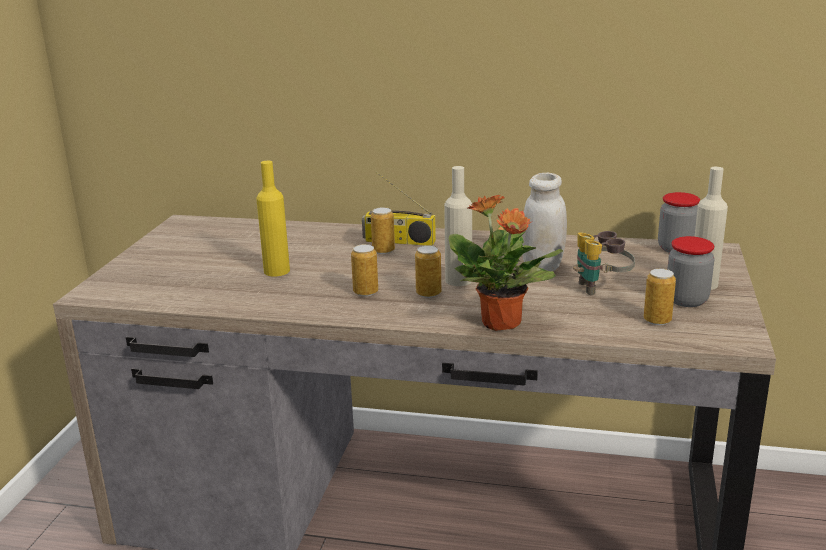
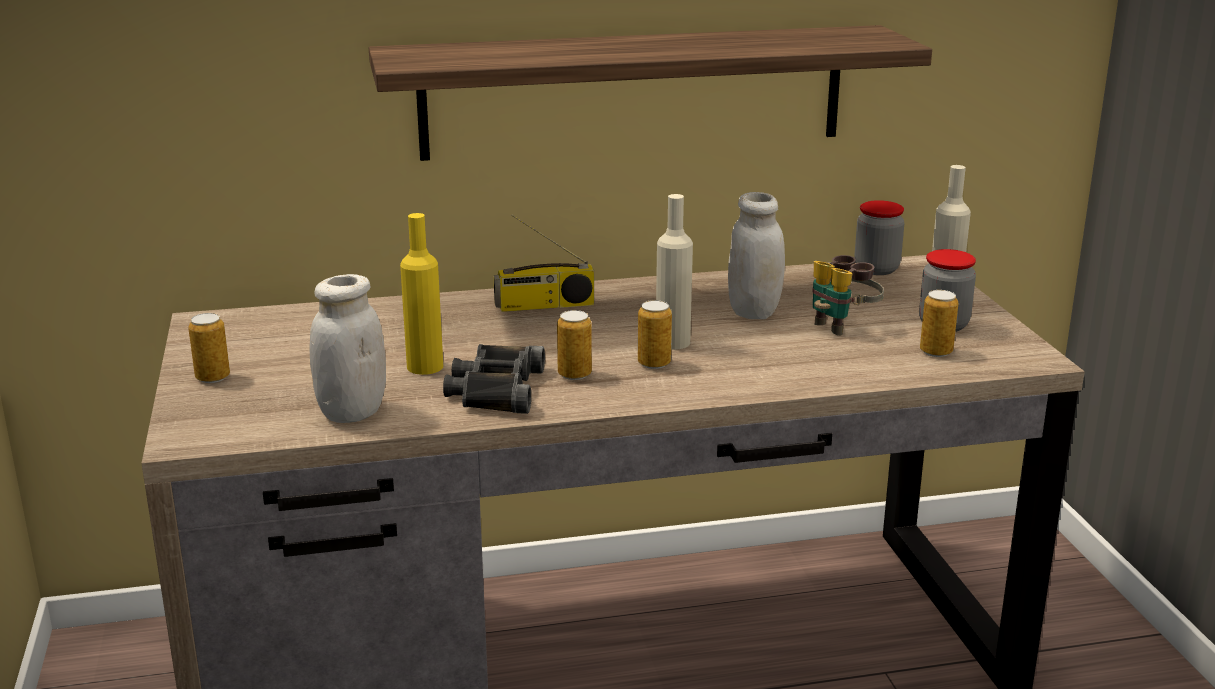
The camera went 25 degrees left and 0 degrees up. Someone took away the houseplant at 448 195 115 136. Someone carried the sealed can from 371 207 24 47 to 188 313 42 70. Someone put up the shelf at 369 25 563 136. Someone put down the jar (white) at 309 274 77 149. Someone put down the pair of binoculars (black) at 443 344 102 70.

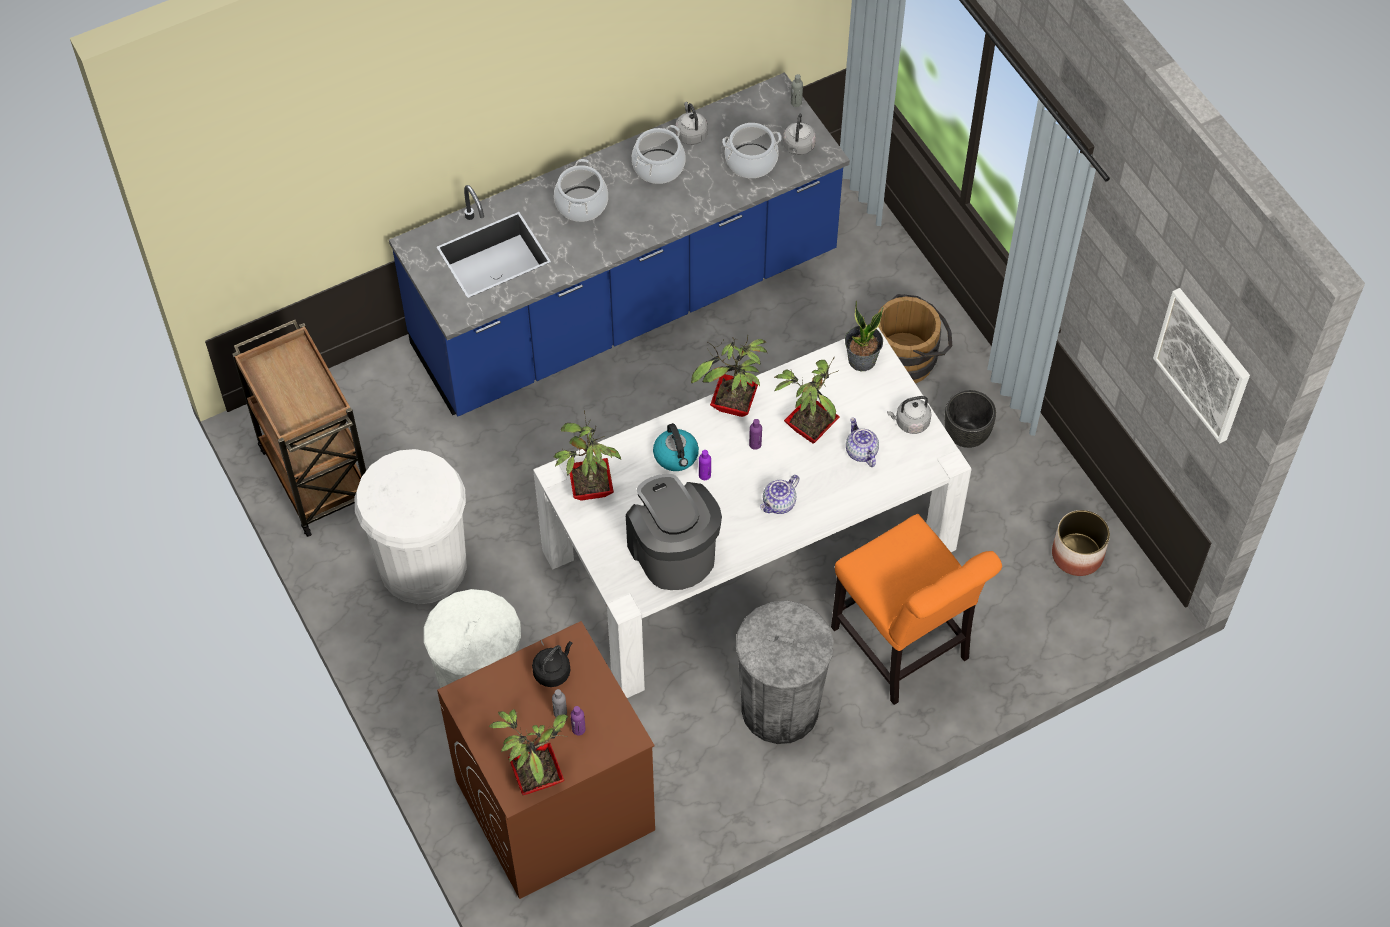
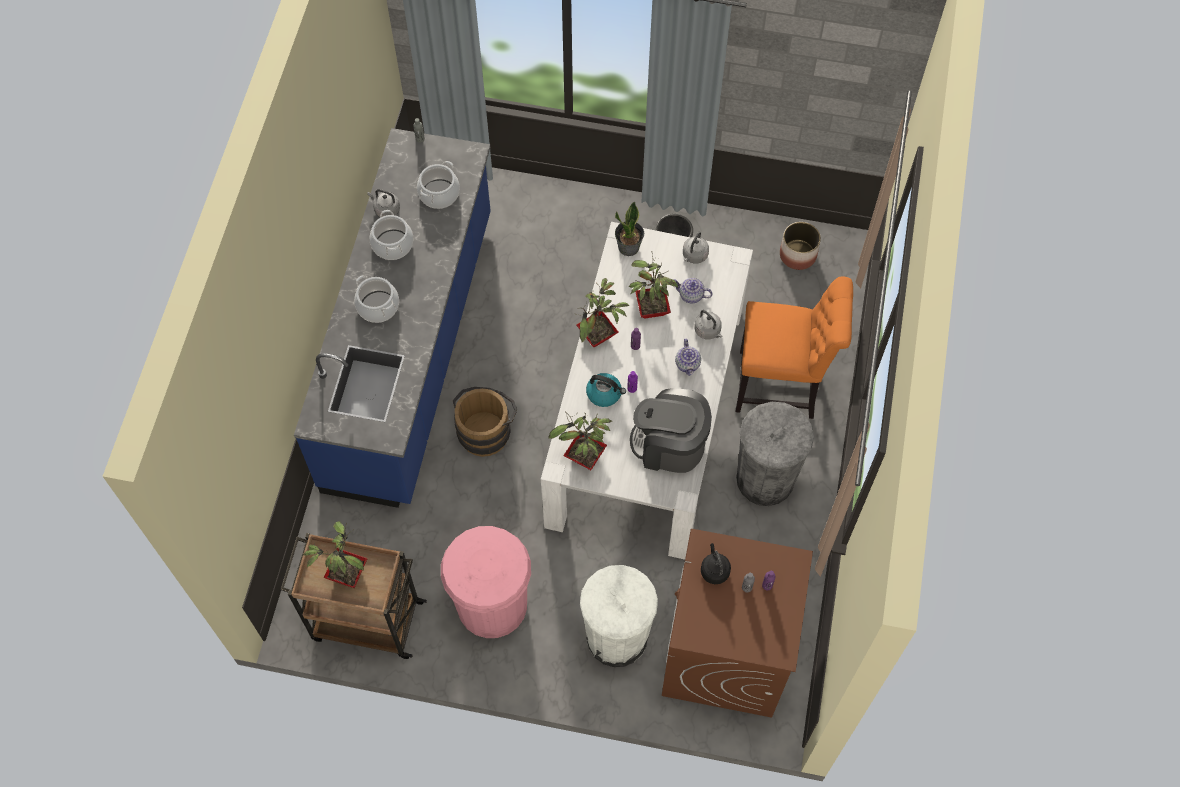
The camera went 50 degrees left and 5 degrees up. Someone carried the water kettle (greyish) from 783 114 33 41 to 694 310 28 30. Someone took away the wall art at 1153 288 97 156. Someone carried the bucket (brownish) from 878 294 74 90 to 453 387 64 70. Someone repainted the rubbish bin (white) at 354 449 113 155, which became the rubbish bin (pink) at 441 526 90 112. Someone carried the houseplant from 489 709 80 86 to 303 521 65 67.

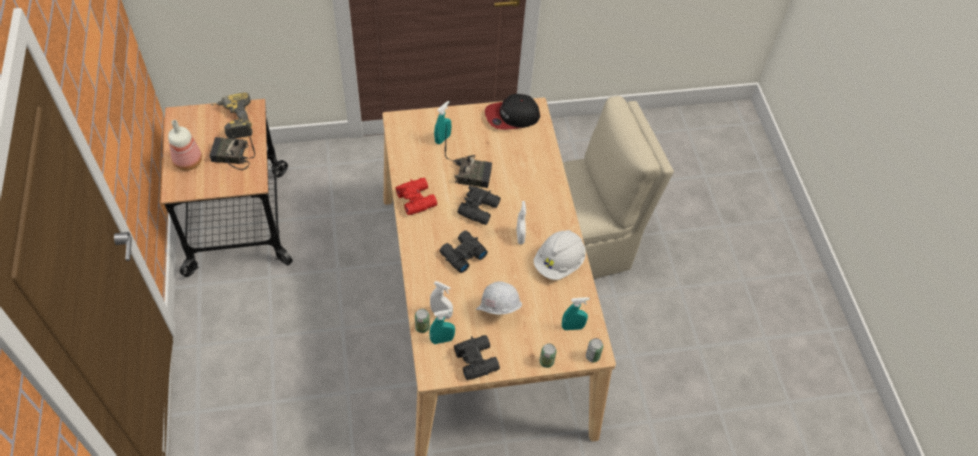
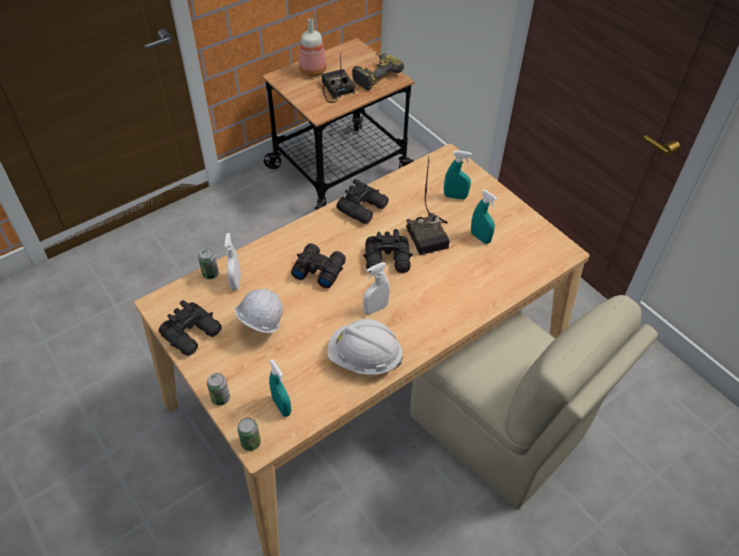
The camera went 65 degrees right and 5 degrees down. Someone took away the cap at 485 94 55 36. Someone repainted the pair of binoculars (reddish) at 396 178 41 37, which became the pair of binoculars (black) at 337 179 52 45. Someone carried the hand sprayer (turquoise) from 429 309 26 35 to 471 190 27 54.

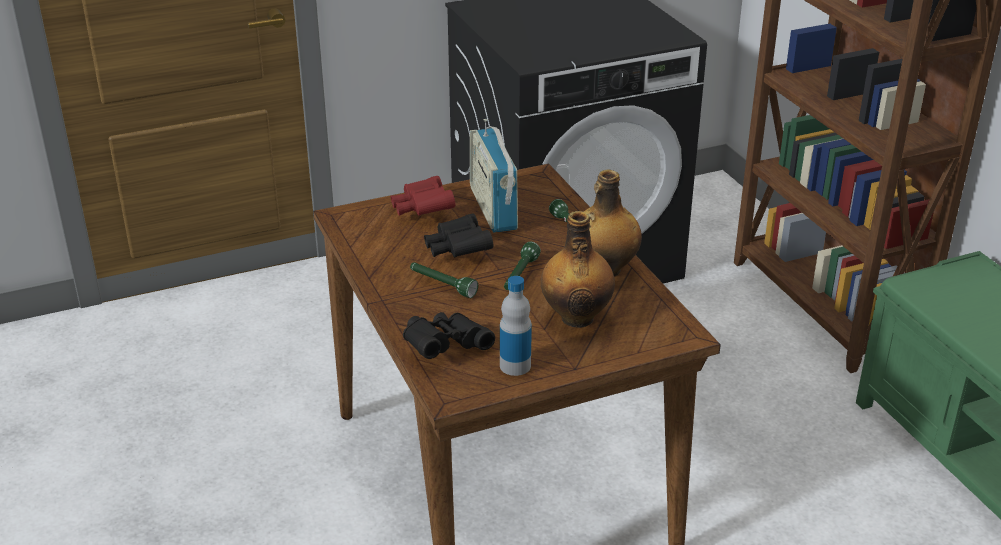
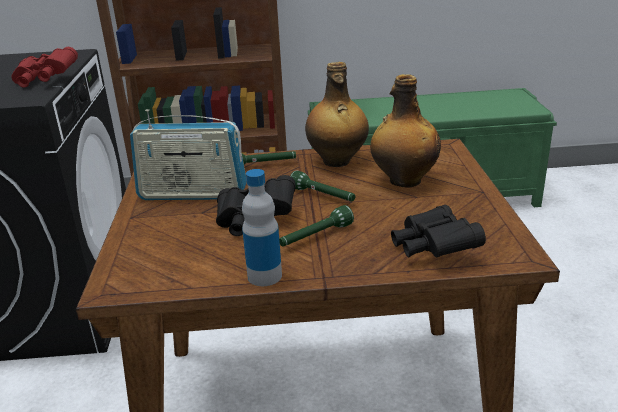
The camera went 70 degrees left and 5 degrees down. Someone carried the pair of binoculars (reddish) from 391 176 64 40 to 11 47 67 41. Someone carried the bottle from 500 276 32 100 to 242 169 40 117.

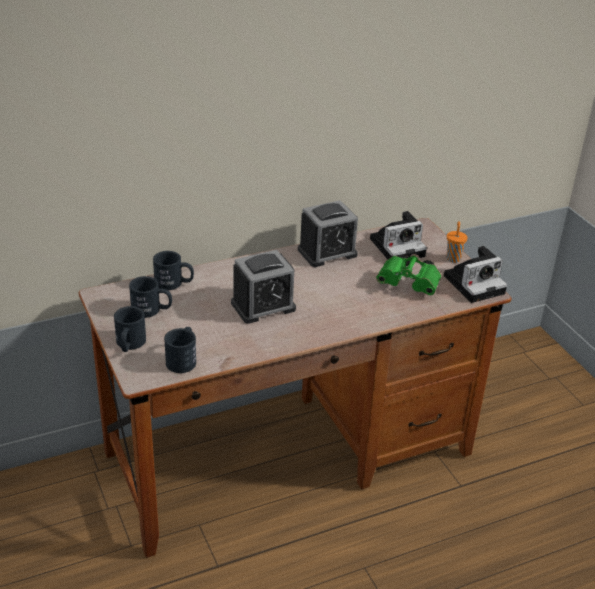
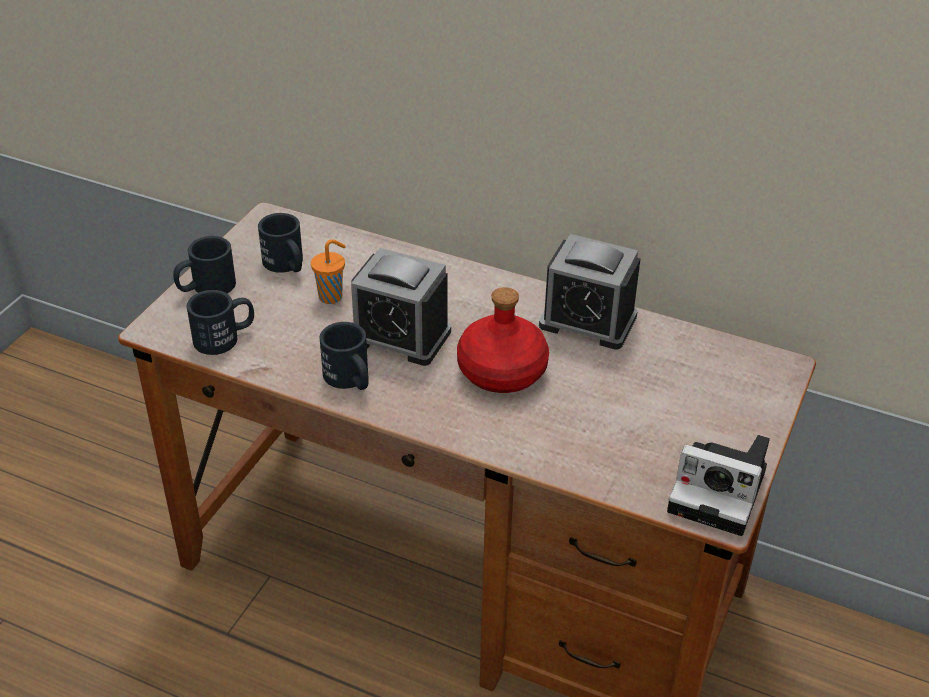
The camera went 50 degrees right and 5 degrees up. Someone took away the still camera at 370 211 57 48. Someone carried the cup (orange-coloured) from 447 221 21 42 to 311 239 35 65. Someone carried the mug (black) from 153 251 41 39 to 319 322 50 68. Someone took away the pair of binoculars (green) at 376 254 65 41. Someone put down the bottle (reddish) at 457 287 92 106.

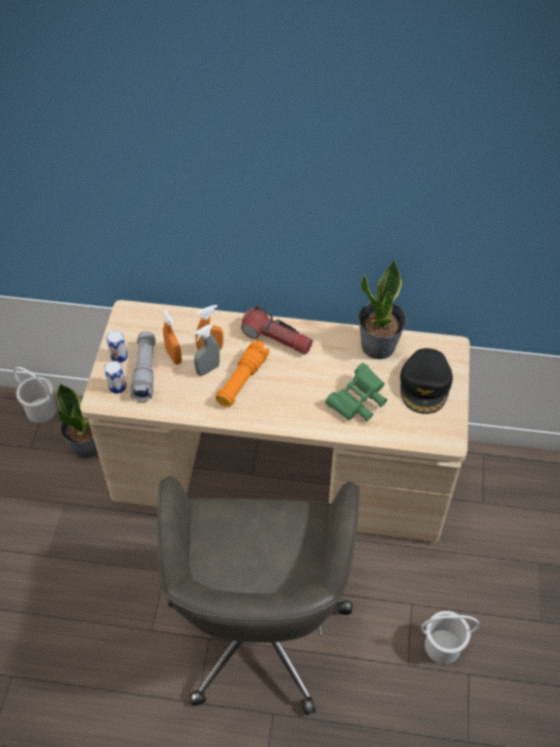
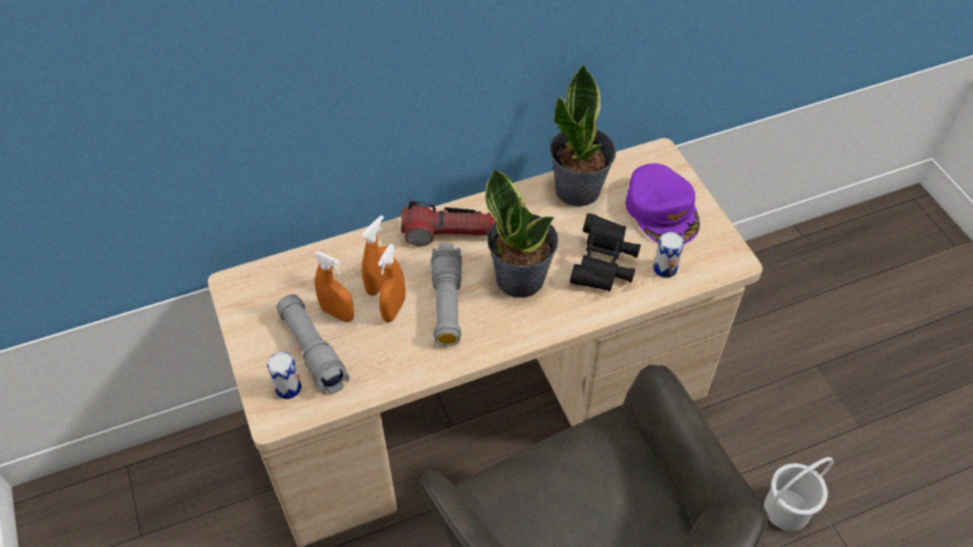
The camera went 30 degrees left and 0 degrees up. Someone repainted the hand sprayer (greyish) at 194 324 26 52, which became the hand sprayer (orange-coloured) at 378 244 28 78. Someone carried the sealed can from 106 330 22 33 to 653 232 31 46. Someone repainted the hand torch (orange-coloured) at 216 341 53 66, which became the hand torch (greyish) at 431 243 31 103. Someone repainted the cap (black) at 400 348 53 66, which became the cap (purplish) at 626 163 74 81. Someone repainted the pair of binoculars (green) at 325 363 62 59, which became the pair of binoculars (black) at 570 213 71 79. Someone took away the bucket (white) at 13 367 44 56. Someone carried the houseplant from 56 383 42 75 to 485 169 73 129.

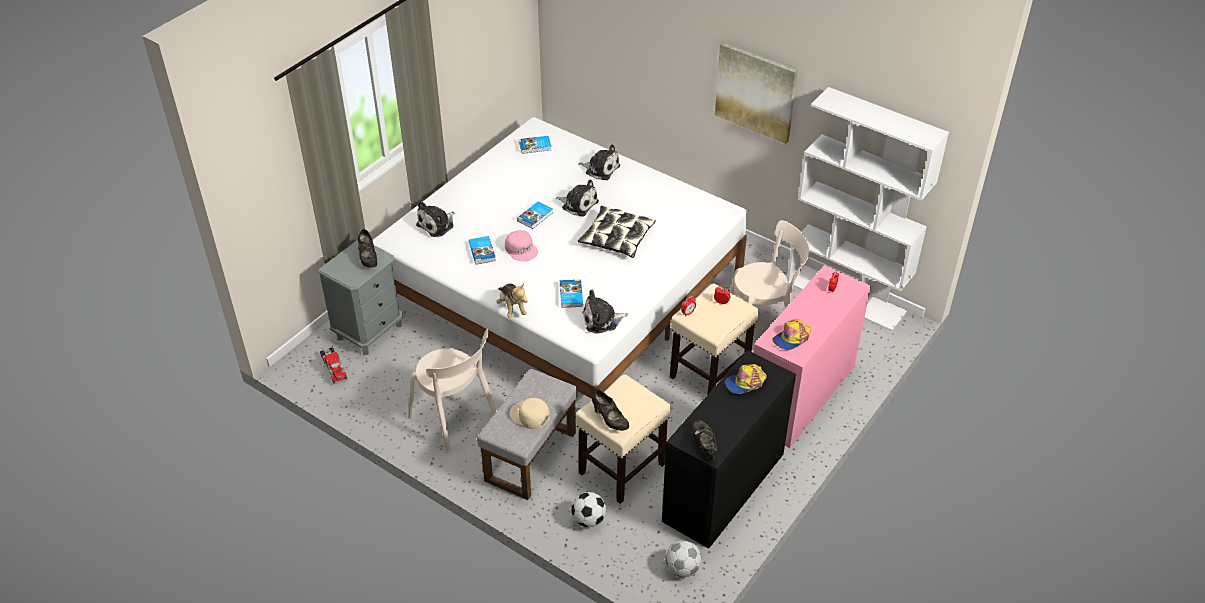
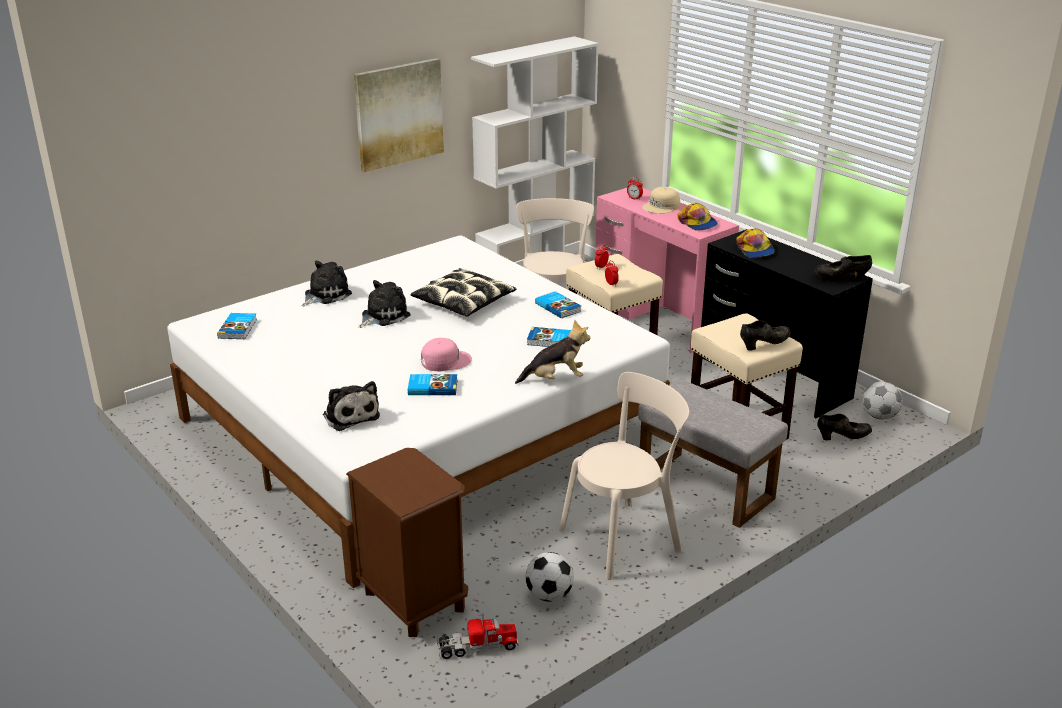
The camera went 75 degrees left and 15 degrees down. Someone carried the volume from 517 201 36 28 to 535 291 46 27. Someone carried the low shoe (black) from 358 229 19 39 to 817 414 55 26. Someone repainted the night table (greyish) at 318 240 85 115, which became the night table (brownish) at 346 448 122 189. Someone took away the plush toy at 582 290 46 44. Someone carried the cap (sand-coloured) from 510 398 40 31 to 642 187 38 27. Someone carried the football from 571 492 35 35 to 526 552 48 50.

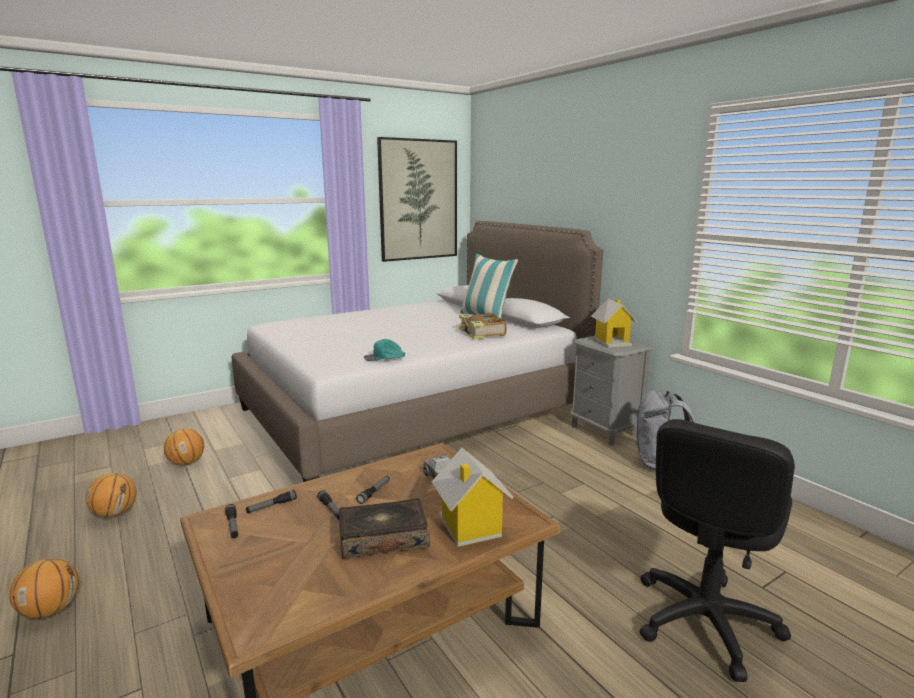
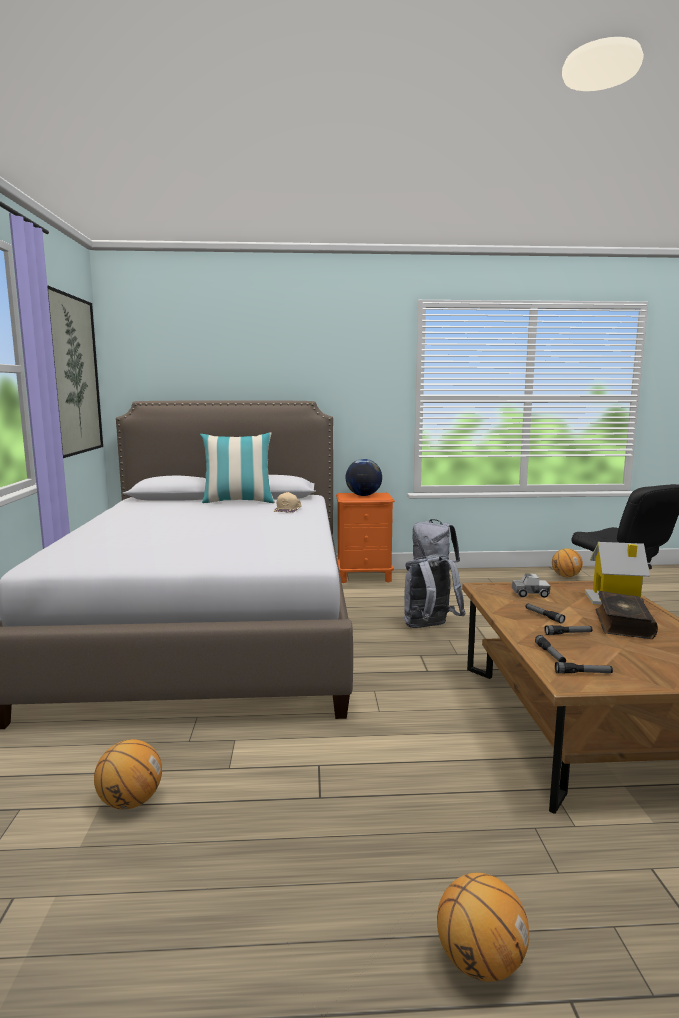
The camera went 60 degrees left and 5 degrees down. Someone swapped the model house at 591 299 46 49 for the desk globe at 345 459 37 37. Someone swapped the volume at 459 313 48 26 for the cap (sand-coloured) at 274 492 28 21. Someone repainted the night table (greyish) at 570 336 83 109, which became the night table (orange-coloured) at 336 493 59 90. Someone took away the cap (turquoise) at 364 339 41 22. Someone carried the basketball from 86 473 51 45 to 552 548 31 29. Someone put down the knapsack (greyish) at 404 554 62 74.

